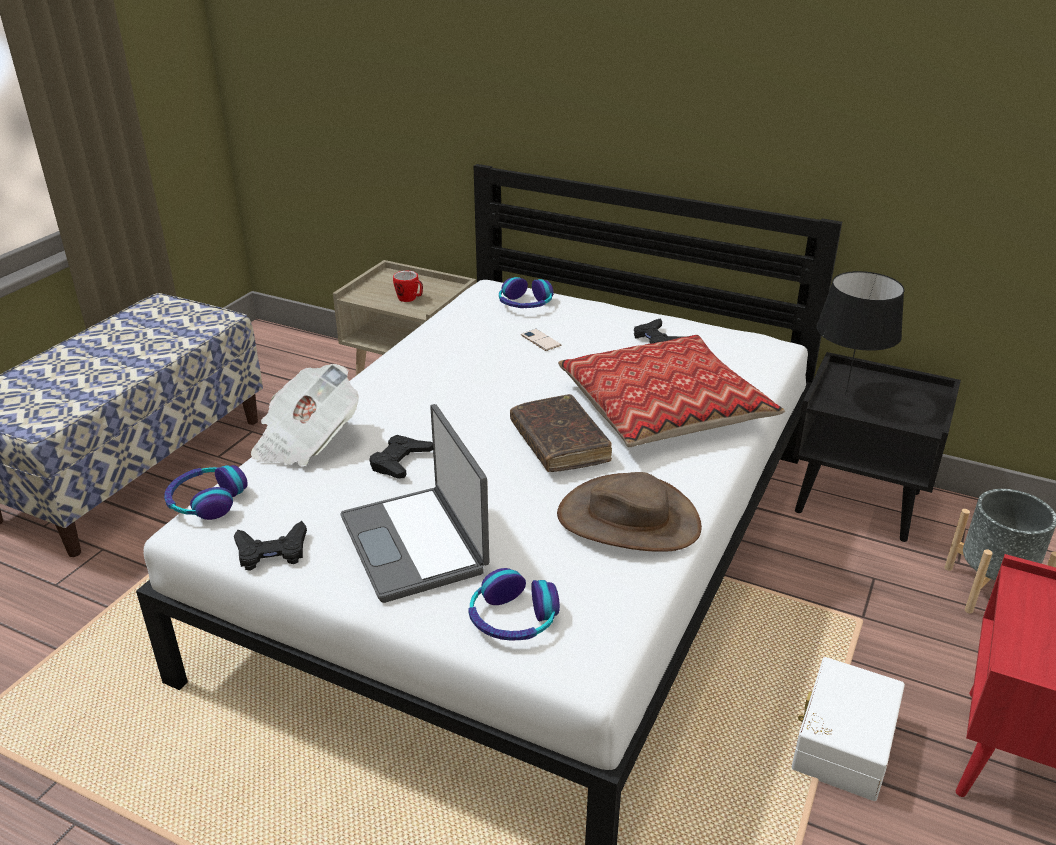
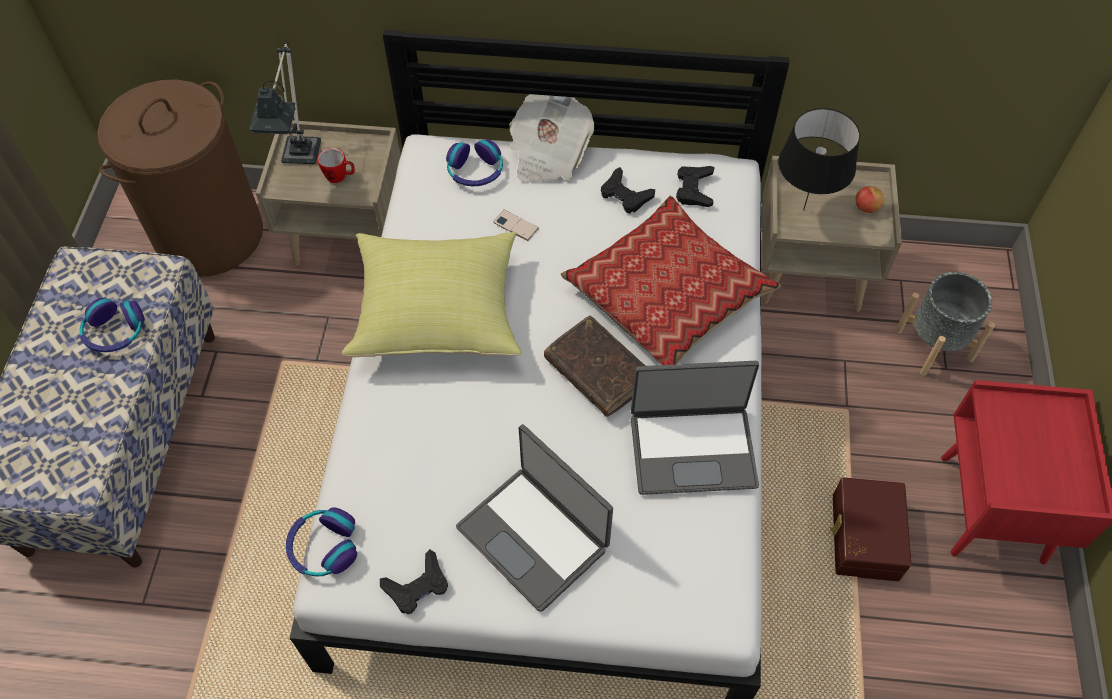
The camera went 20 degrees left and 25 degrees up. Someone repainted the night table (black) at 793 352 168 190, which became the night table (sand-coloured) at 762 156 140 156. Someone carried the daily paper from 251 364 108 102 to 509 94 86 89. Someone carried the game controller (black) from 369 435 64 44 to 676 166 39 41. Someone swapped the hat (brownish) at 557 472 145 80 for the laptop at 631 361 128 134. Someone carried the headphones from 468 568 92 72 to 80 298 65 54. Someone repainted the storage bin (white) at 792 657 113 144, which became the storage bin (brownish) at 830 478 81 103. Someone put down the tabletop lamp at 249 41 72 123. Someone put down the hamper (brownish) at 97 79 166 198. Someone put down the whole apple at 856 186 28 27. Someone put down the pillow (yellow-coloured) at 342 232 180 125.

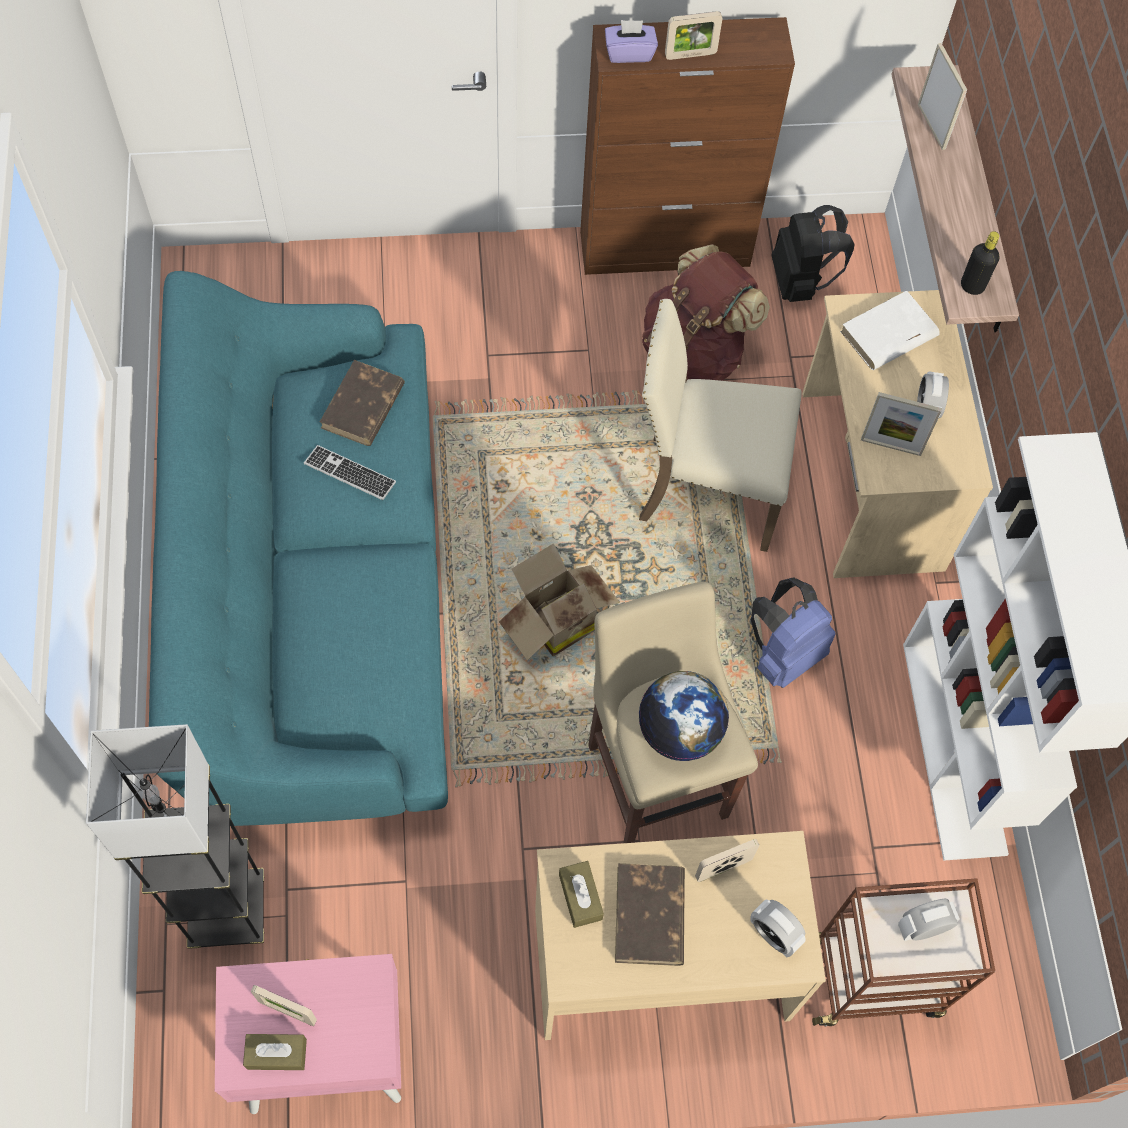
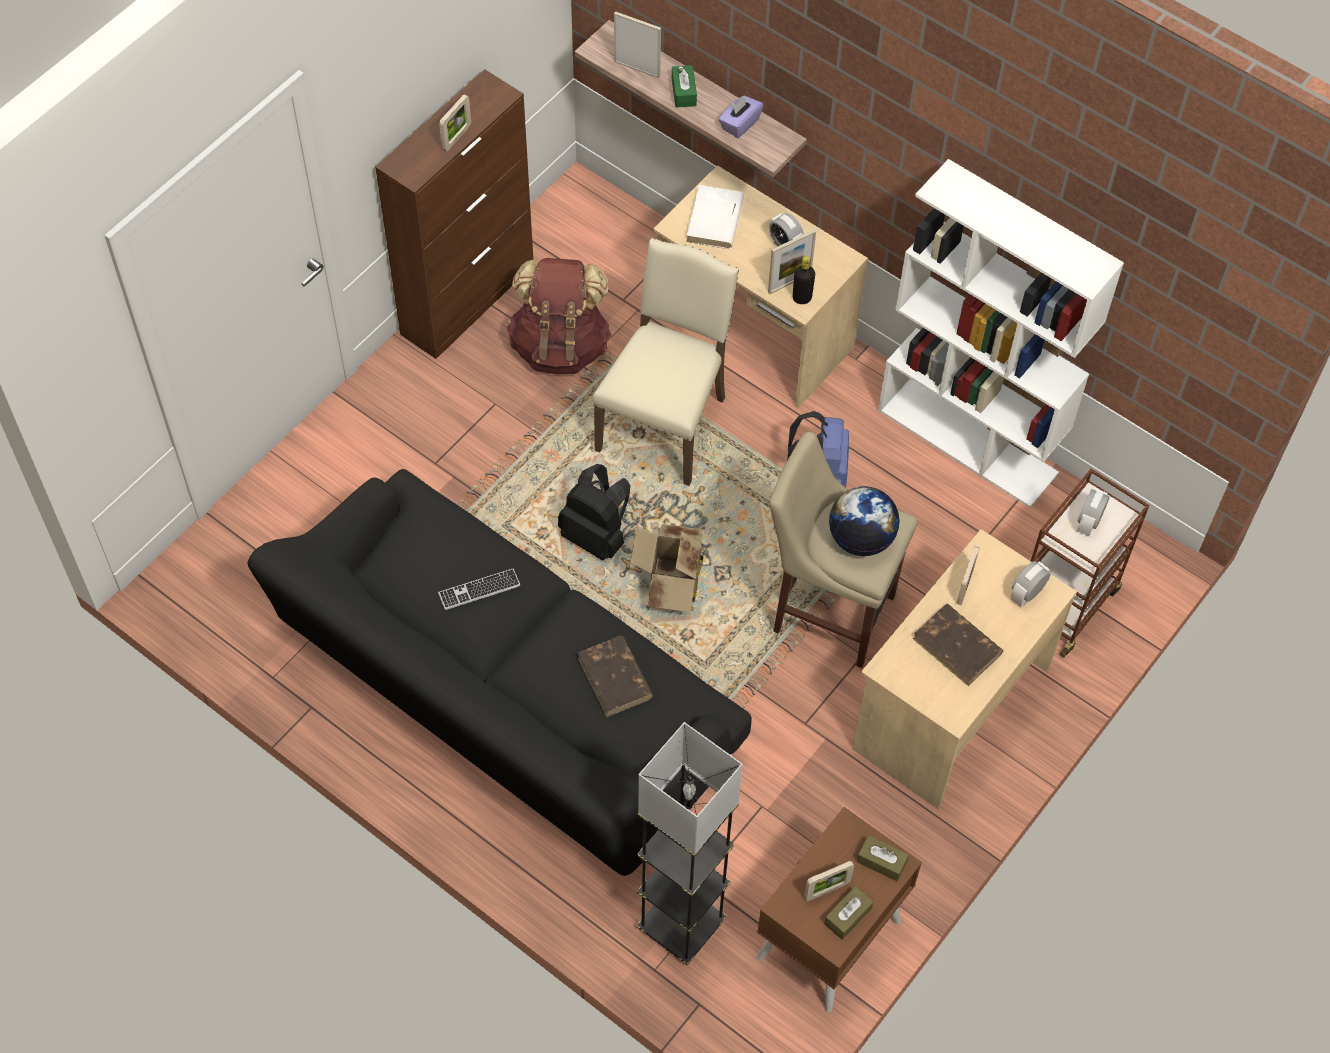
The camera went 45 degrees left and 5 degrees down. Someone carried the tissue holder (purplish) from 605 20 53 43 to 718 96 45 42. Someone carried the knapsack (black) from 772 205 82 97 to 558 464 72 96. Someone carried the bottle (black) from 961 231 38 64 to 793 256 22 48. Someone repainted the sofa (turquoise) at 149 271 299 555, which became the sofa (black) at 247 469 505 407. Someone rotated the upright chair (sand-coloured) at 639 299 163 253 by 150 degrees clockwise. Someone carried the volume (brownish) from 320 360 85 86 to 578 636 75 81. Someone carried the tissue holder (brownish) from 559 861 45 67 to 857 835 52 46. Someone rotated the table clock at 750 900 56 57 by 135 degrees clockwise. Someone repainted the night table (pink) at 215 954 186 160, which became the night table (brownish) at 757 807 165 205. Someone put down the tissue holder (green) at 672 65 25 43.

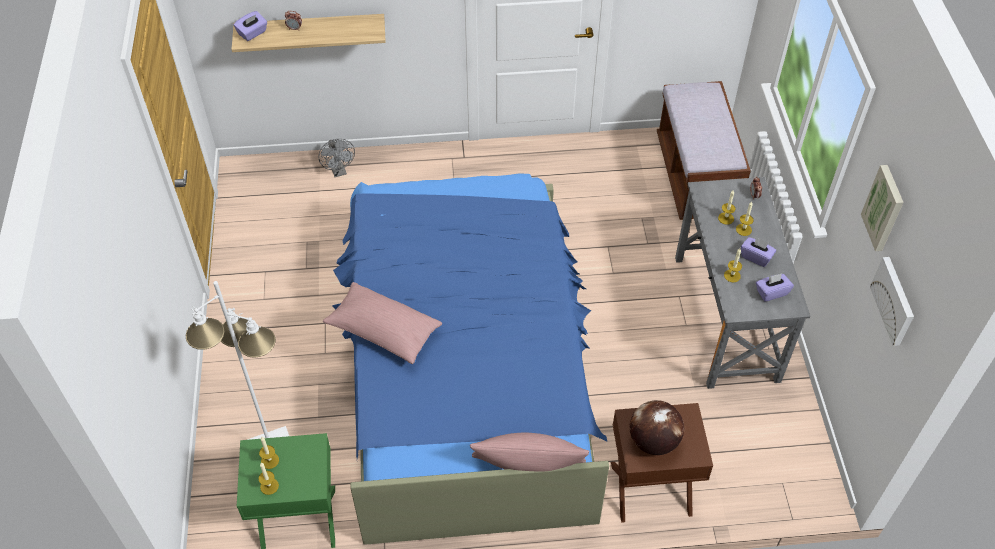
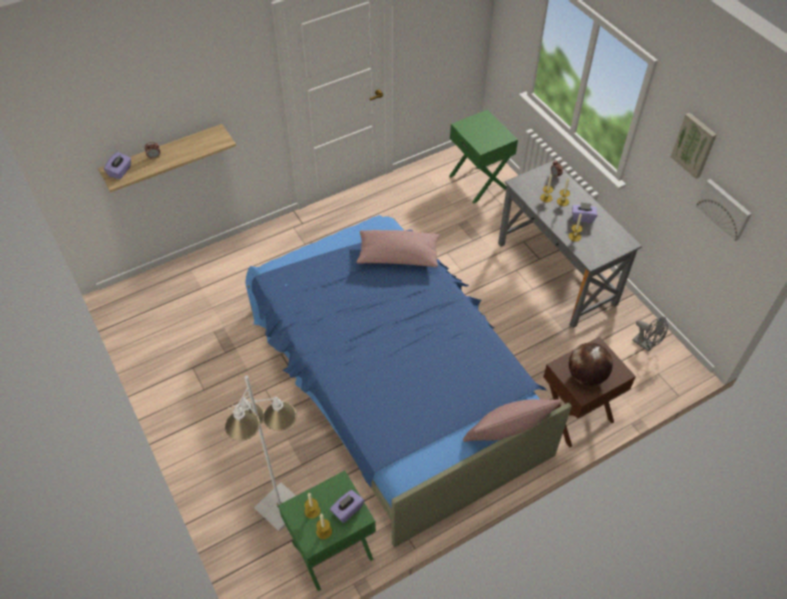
The camera went 25 degrees left and 0 degrees up. Someone swapped the indoor bench (brownish) at 657 81 94 139 for the night table (green) at 449 110 69 94. Someone carried the cooling fan (greyish) from 318 139 37 38 to 632 317 36 35. Someone carried the tissue holder (purplish) from 756 273 38 29 to 330 490 34 33. Someone carried the pillow (pink) from 323 282 119 82 to 356 230 83 37.

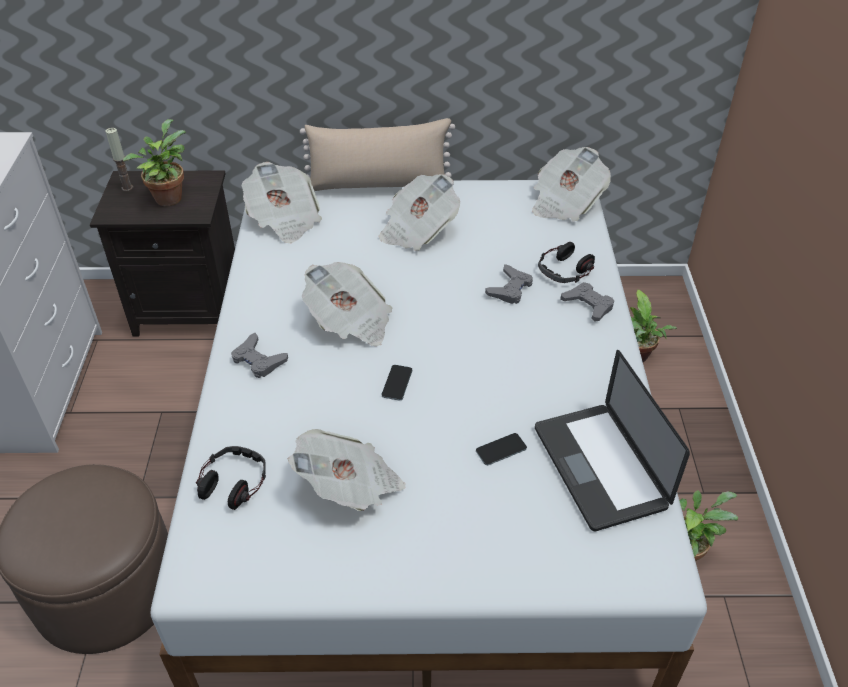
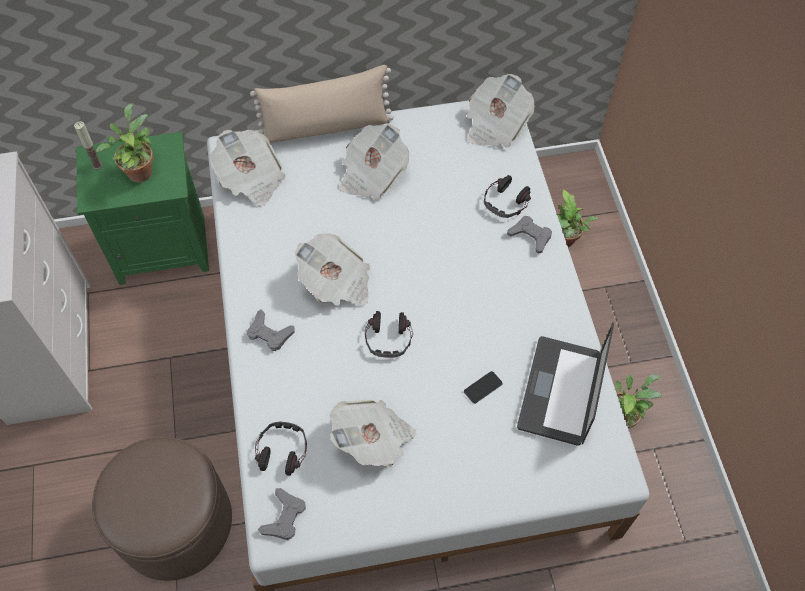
The camera went 10 degrees left and 15 degrees up. Someone repainted the night table (black) at 90 170 145 166, which became the night table (green) at 76 132 133 153. Someone carried the game controller (greyish) from 485 264 48 40 to 258 488 48 52. Someone rotated the laptop at 535 350 155 181 by 45 degrees clockwise. Someone swapped the phone at 382 365 30 36 for the headphones at 365 311 48 47.

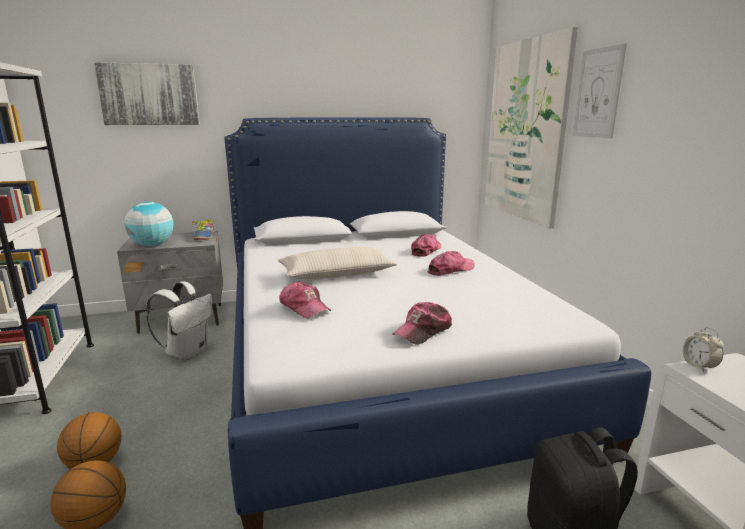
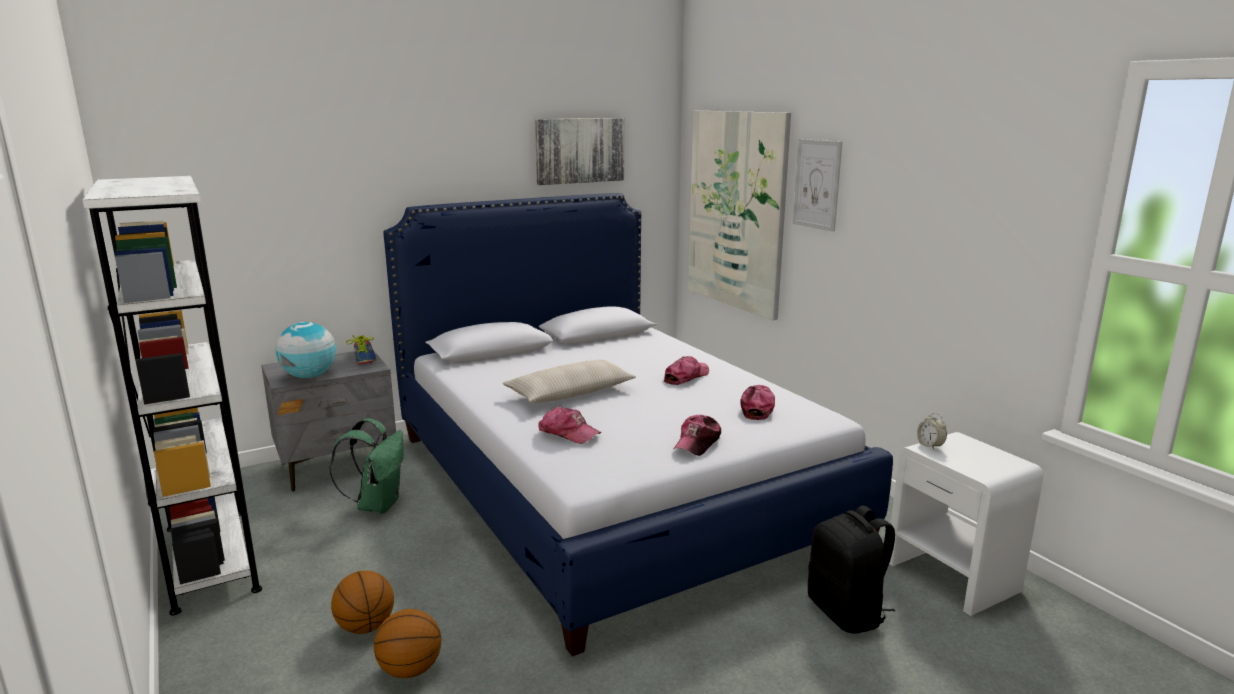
The camera went 15 degrees left and 0 degrees up. Someone carried the wall art from 94 62 106 63 to 535 118 89 67. Someone carried the cap from 411 234 30 23 to 741 385 34 35. Someone repainted the knapsack (white) at 146 281 66 79, which became the knapsack (green) at 329 418 75 95.

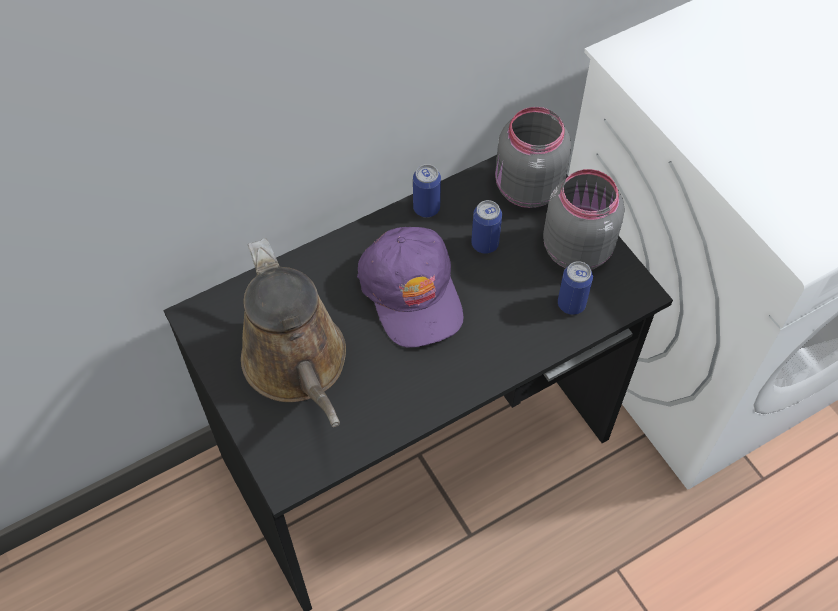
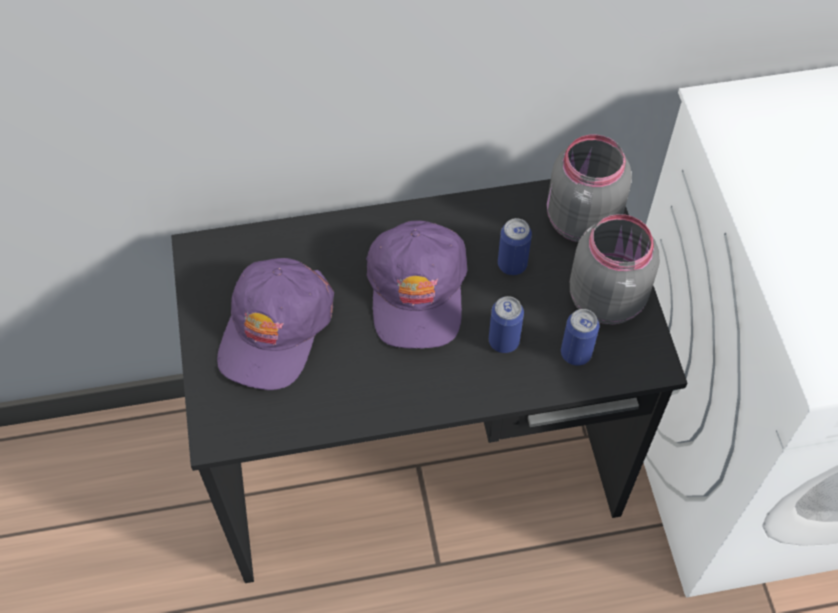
The camera went 20 degrees right and 0 degrees up. Someone carried the sealed can from 413 164 28 54 to 489 296 35 57. Someone swapped the watering can (brownish) at 241 238 105 189 for the cap (purplish) at 217 258 117 132.

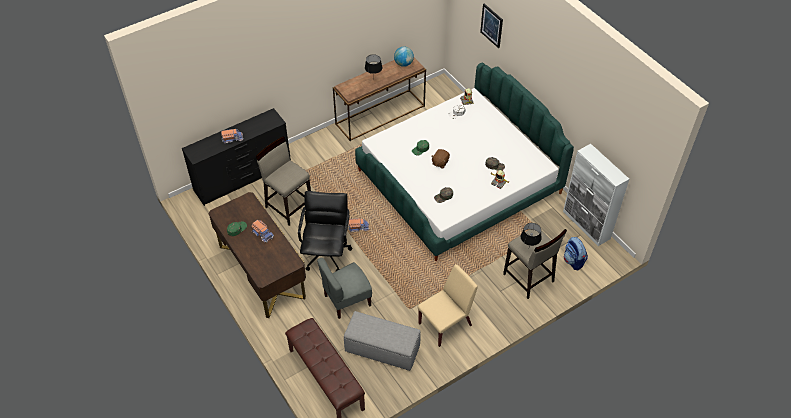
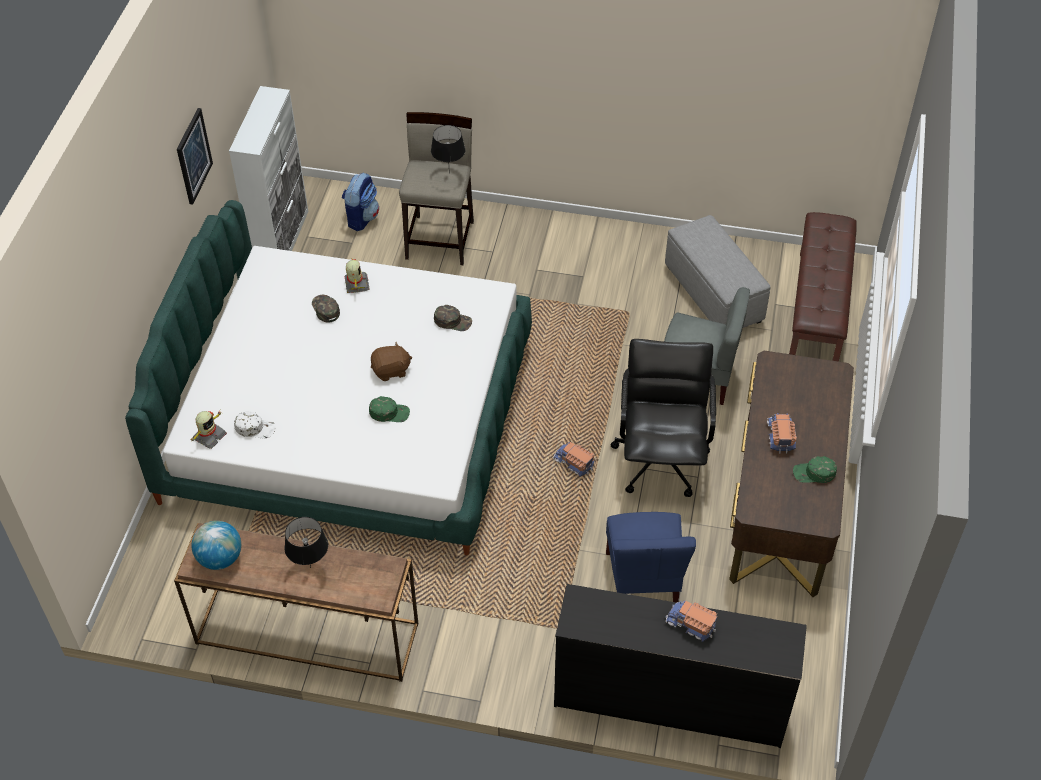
The camera went 135 degrees left and 0 degrees up. Someone carried the wall art from 480 3 23 45 to 177 108 36 97. Someone swapped the stool (sand-coloured) at 256 136 55 90 for the upright chair (blue-coloured) at 606 512 90 91. Someone rotated the office chair (black) at 298 191 54 80 by 135 degrees clockwise. Someone took away the upright chair (sand-coloured) at 418 264 60 83.

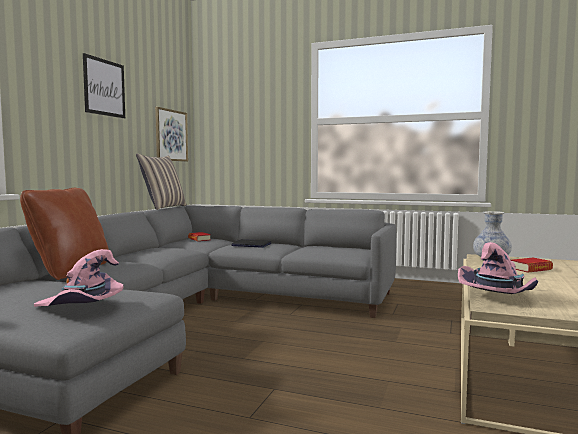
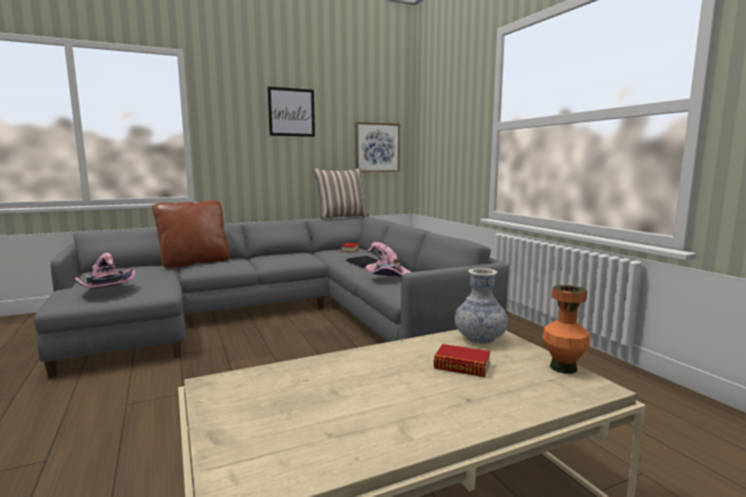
The camera went 45 degrees right and 5 degrees up. Someone carried the hat (pink) from 458 242 80 52 to 366 242 45 35. Someone put down the flower vase (orange-coloured) at 542 285 48 89.

